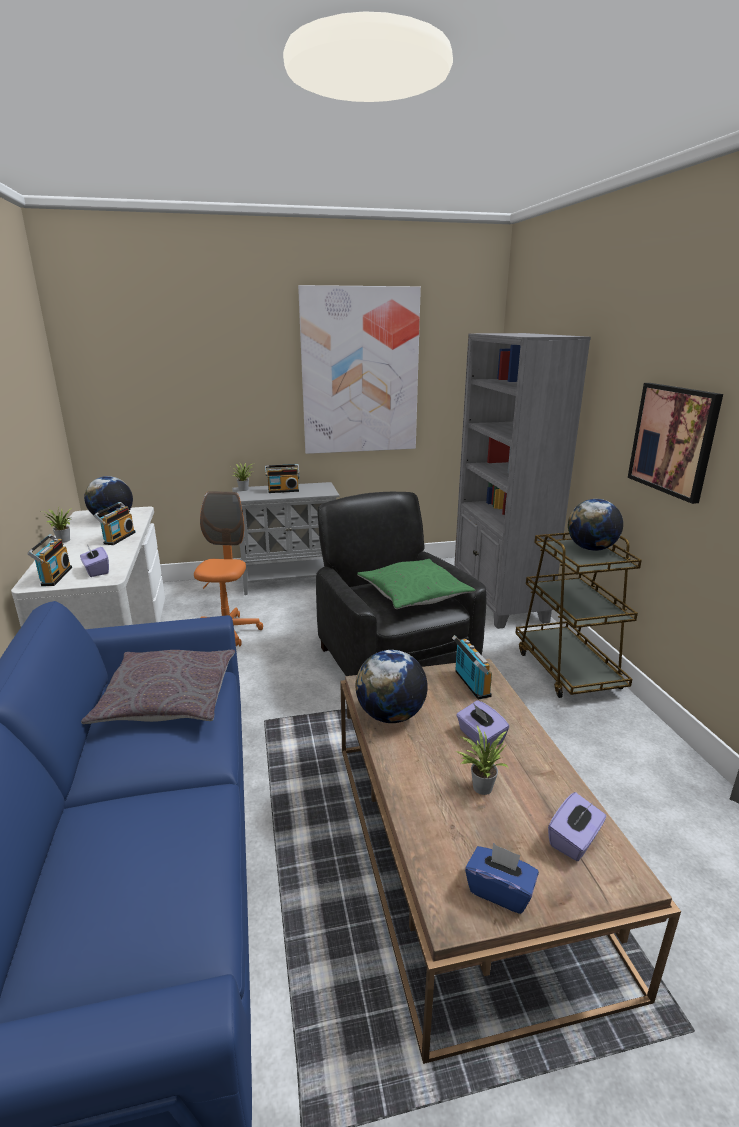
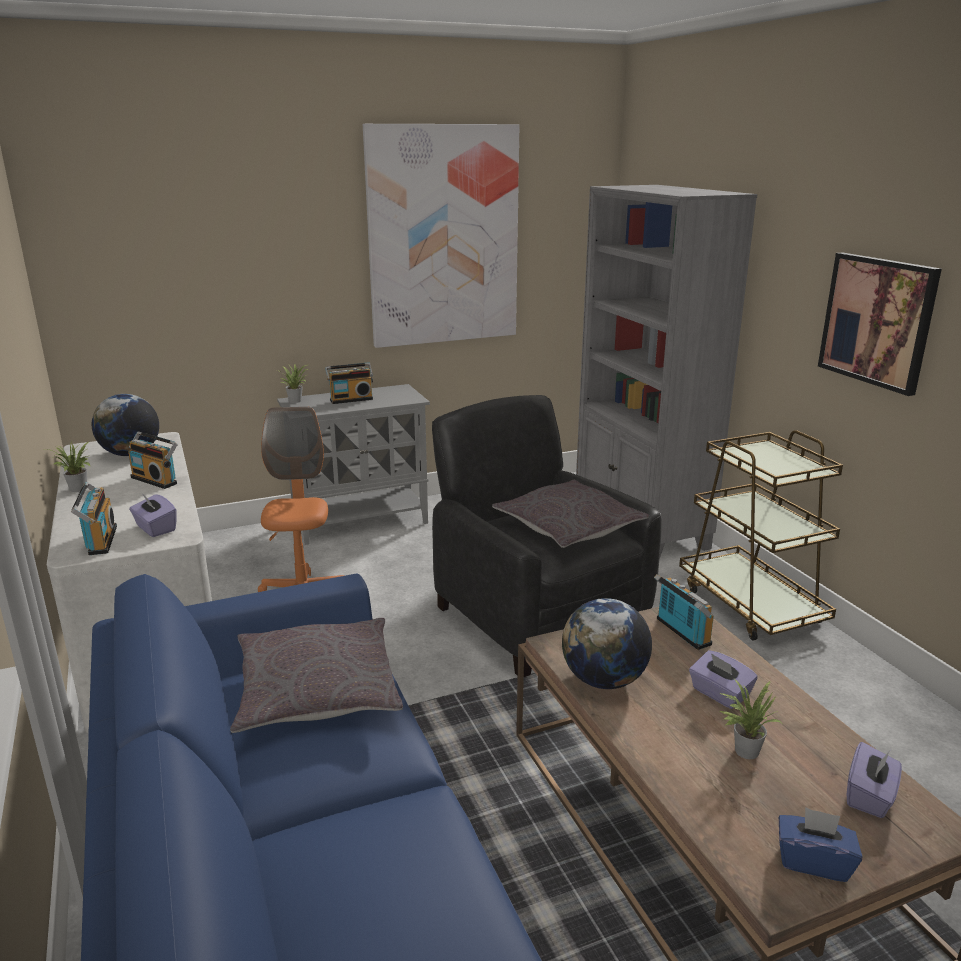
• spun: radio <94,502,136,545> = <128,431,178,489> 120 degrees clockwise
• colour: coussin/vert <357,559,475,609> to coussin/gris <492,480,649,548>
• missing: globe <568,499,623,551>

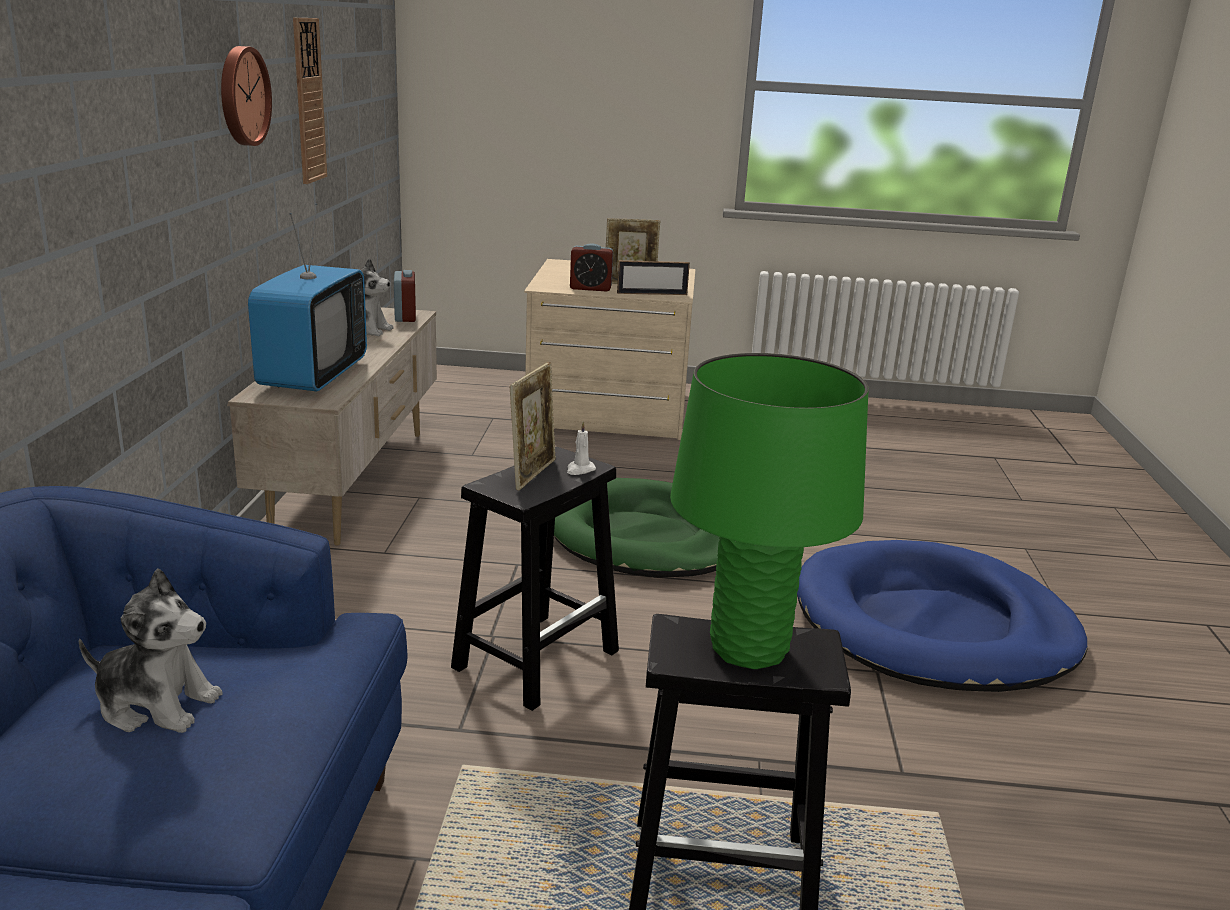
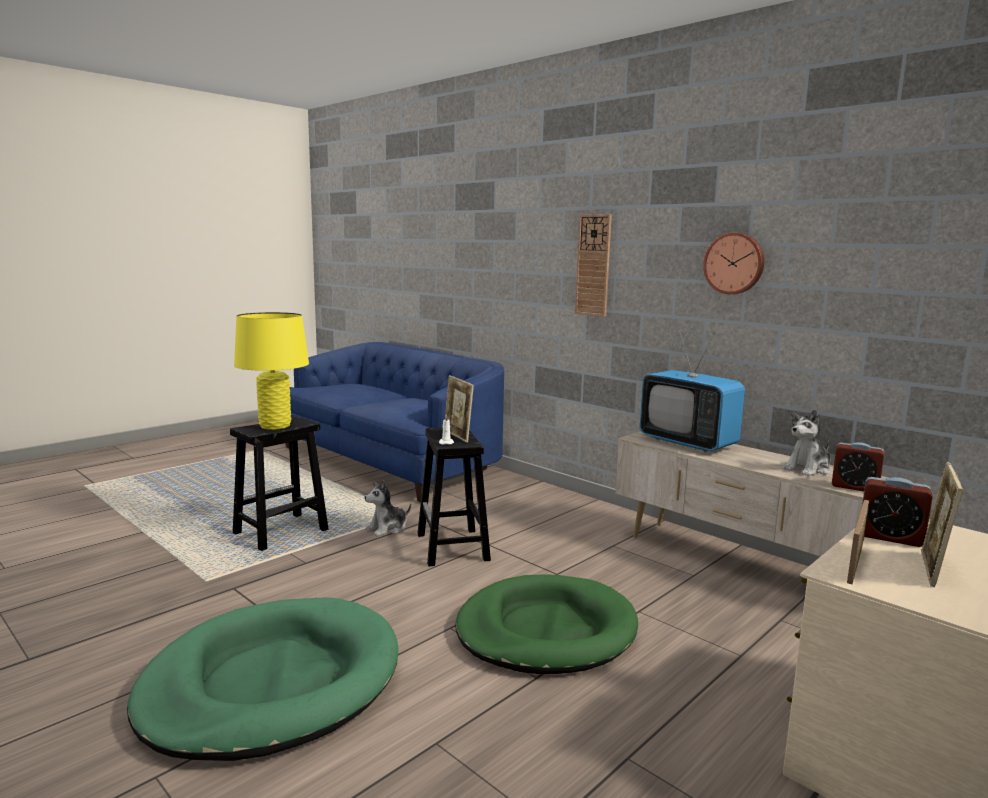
• colour: panier pour chien/bleu <797,540,1087,692> to panier pour chien/vert <127,597,399,761>
• colour: lampe de table/vert <670,353,869,669> to lampe de table/jaune <234,312,309,430>
• relocated: peluche <79,568,222,733> to <364,480,411,536>
• relocated: horloge murale <293,18,327,184> to <575,214,612,317>
• spun: réveil <570,243,613,292> = <862,477,933,547> 105 degrees counterclockwise

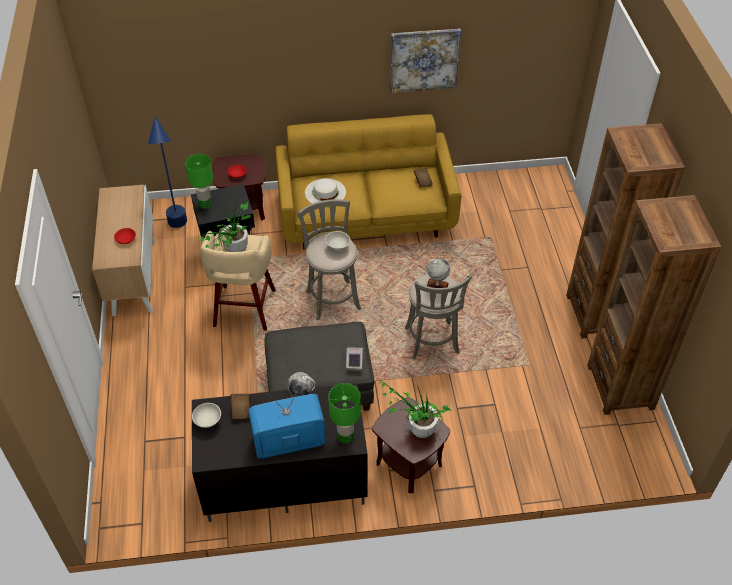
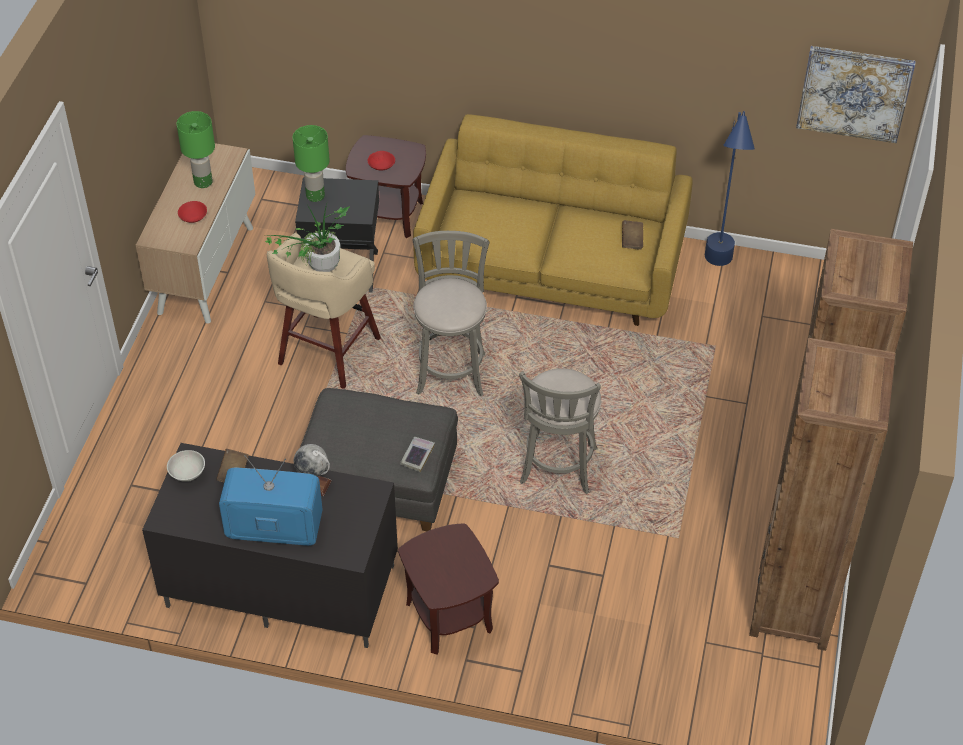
• relocated: lampe de table/vert <328,383,361,444> to <176,111,215,188>
• relocated: lampadaire/bleu <148,117,187,228> to <705,111,755,266>
• relocated: tableau <390,28,461,93> to <796,46,916,143>
• missing: chapeau/blanc <305,178,346,207>
• missing: bol/blanc <325,231,350,251>
• missing: plante en pot <379,379,451,438>
• missing: globe <426,258,450,288>

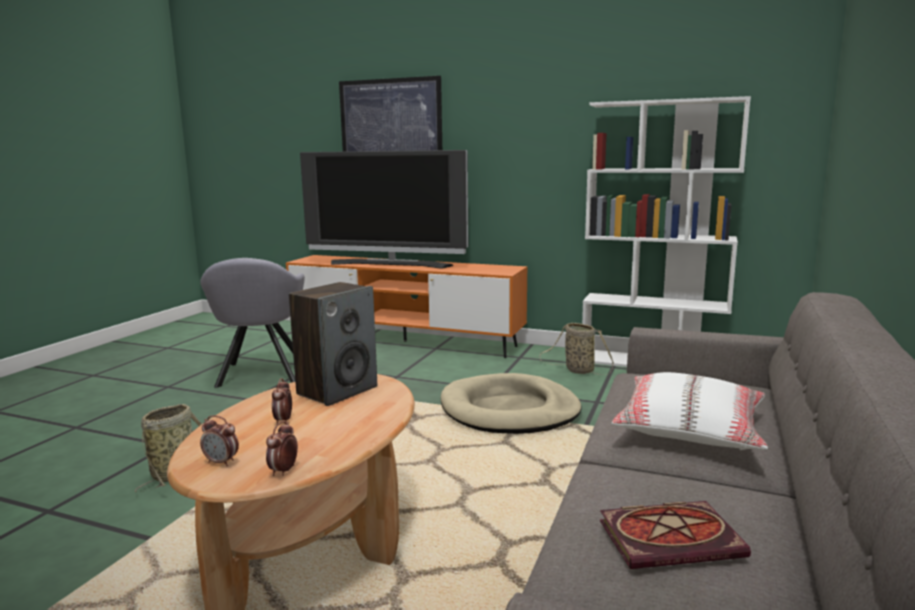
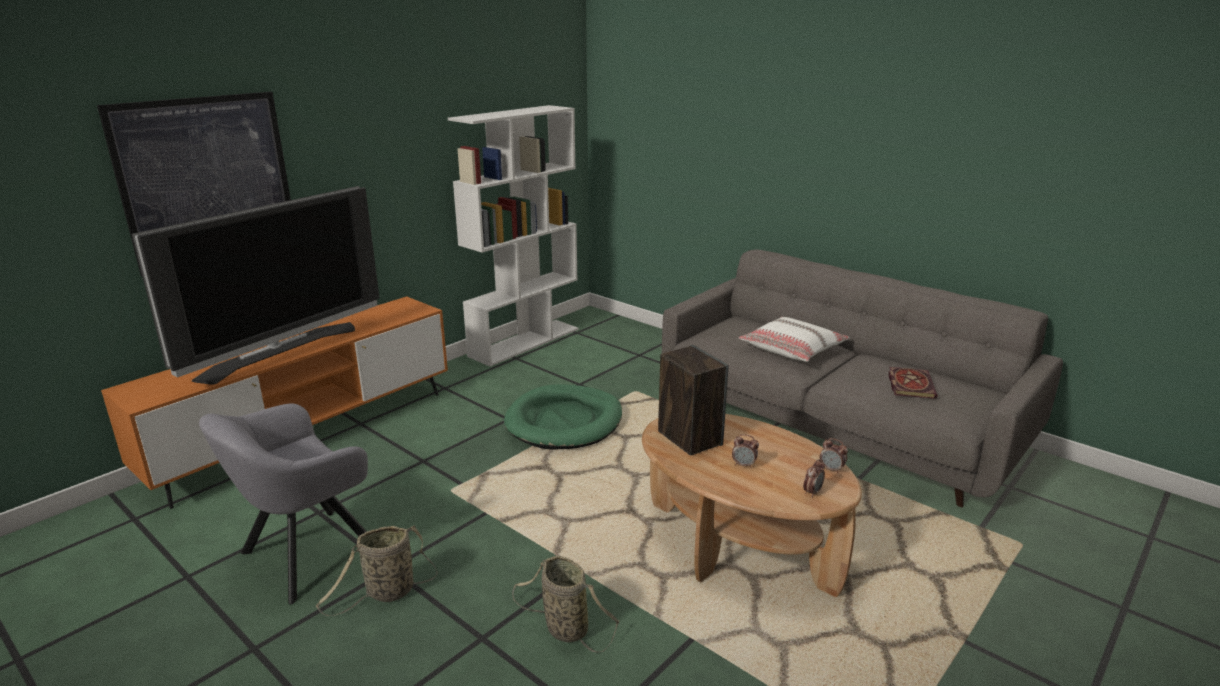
• spun: fauteuil/gris <200,258,305,388> = <199,403,368,605> 120 degrees clockwise
• relocated: panier <539,323,614,375> to <316,525,438,616>
• colour: panier pour chien/beige <441,373,581,434> to panier pour chien/vert <504,384,622,450>

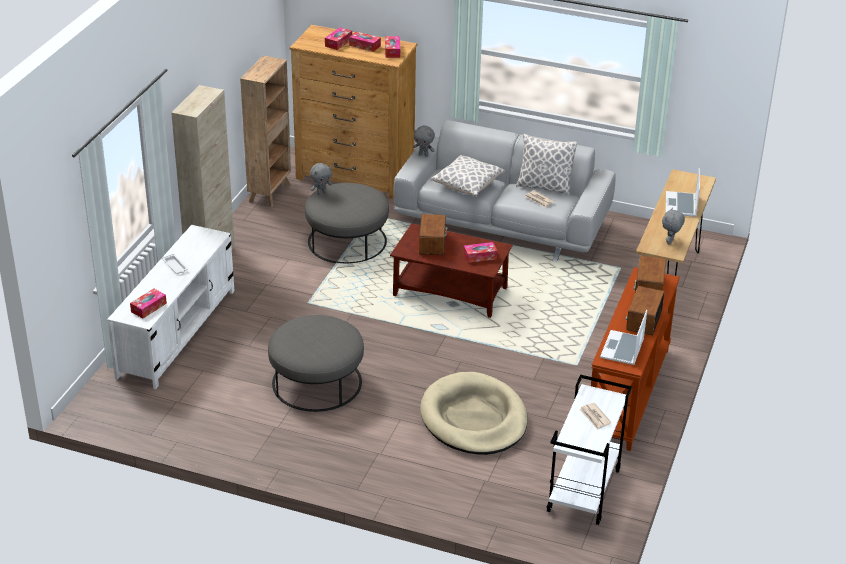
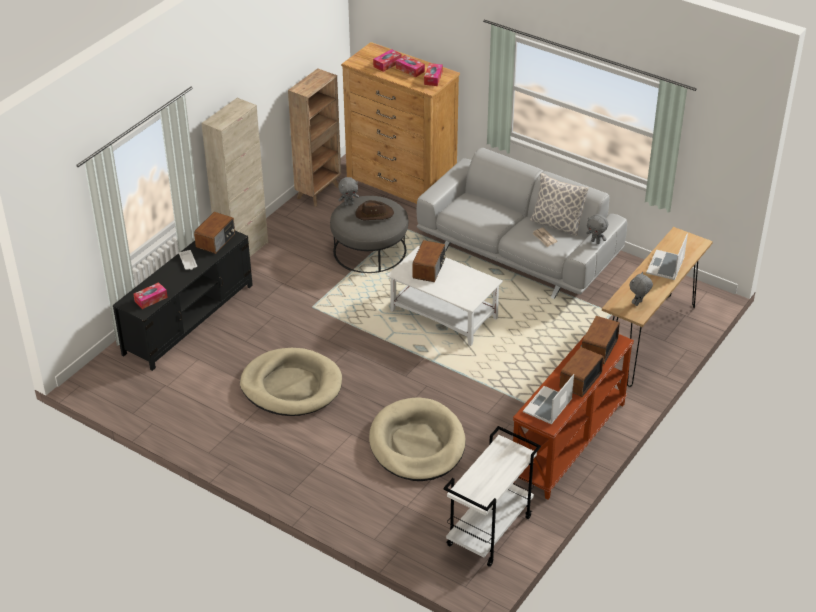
• colour: meuble télé/blanc <107,225,235,389> to meuble télé/noir <113,231,253,371>
• appeared: radio <194,212,235,254>
• exchanged: pouf/gris <268,315,364,412> to panier pour chien/beige <240,348,342,416>
• appeared: chapeau/marron <355,200,394,220>
• colour: table basse/marron <390,223,513,318> to table basse/blanc <387,246,503,346>
• relocated: peluche/gris <413,126,435,157> to <586,214,608,244>
• missing: coussin <431,155,505,197>
• missing: boîte à mouchoirs <464,242,497,263>
• missing: journal <579,403,611,430>

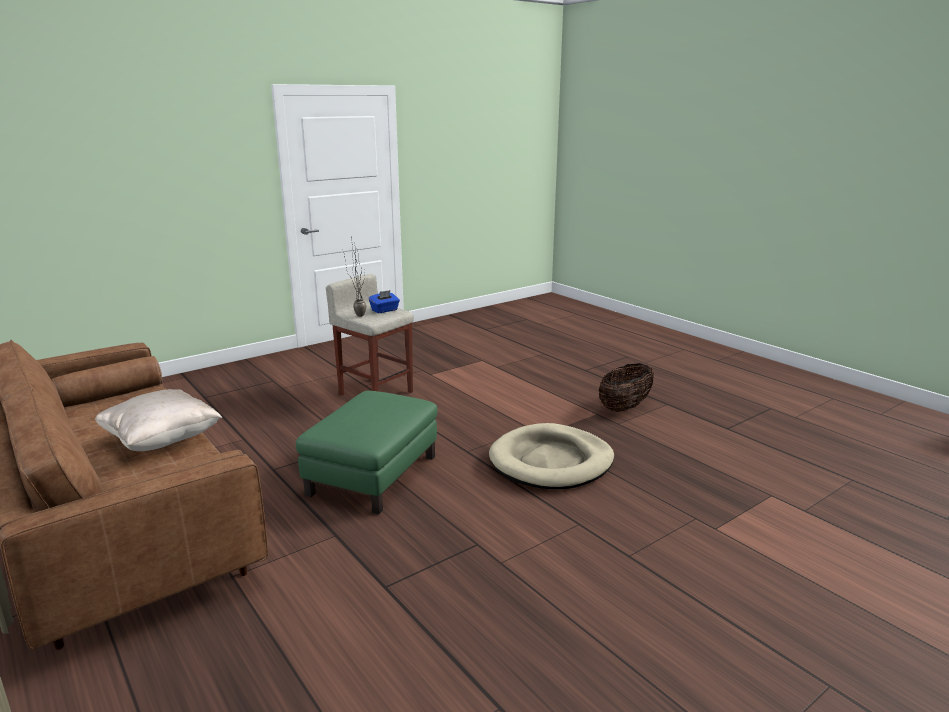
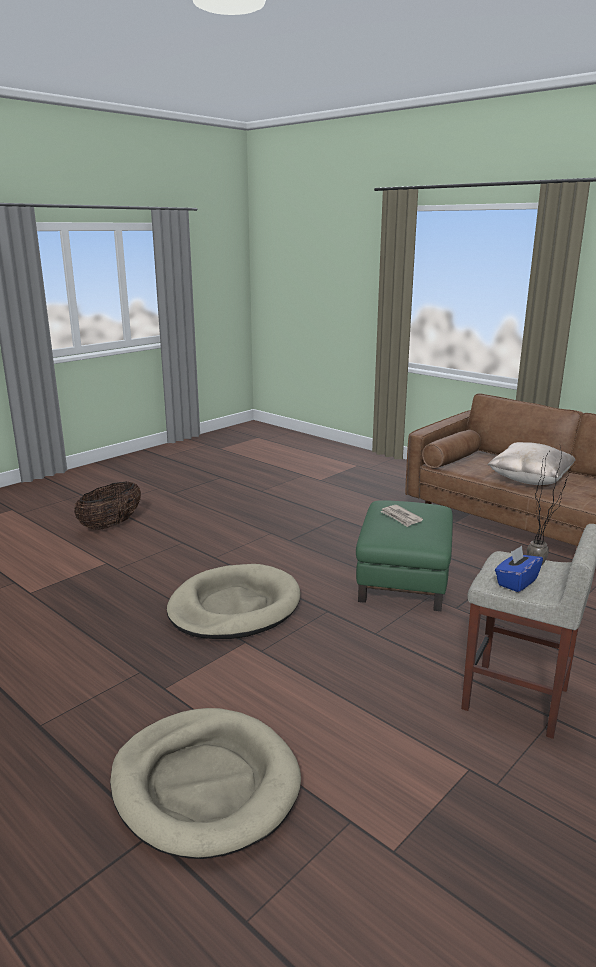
• relocated: panier <599,363,654,412> to <74,482,141,530>
• appeared: panier pour chien/beige <110,708,301,859>
• appeared: journal <380,505,423,527>

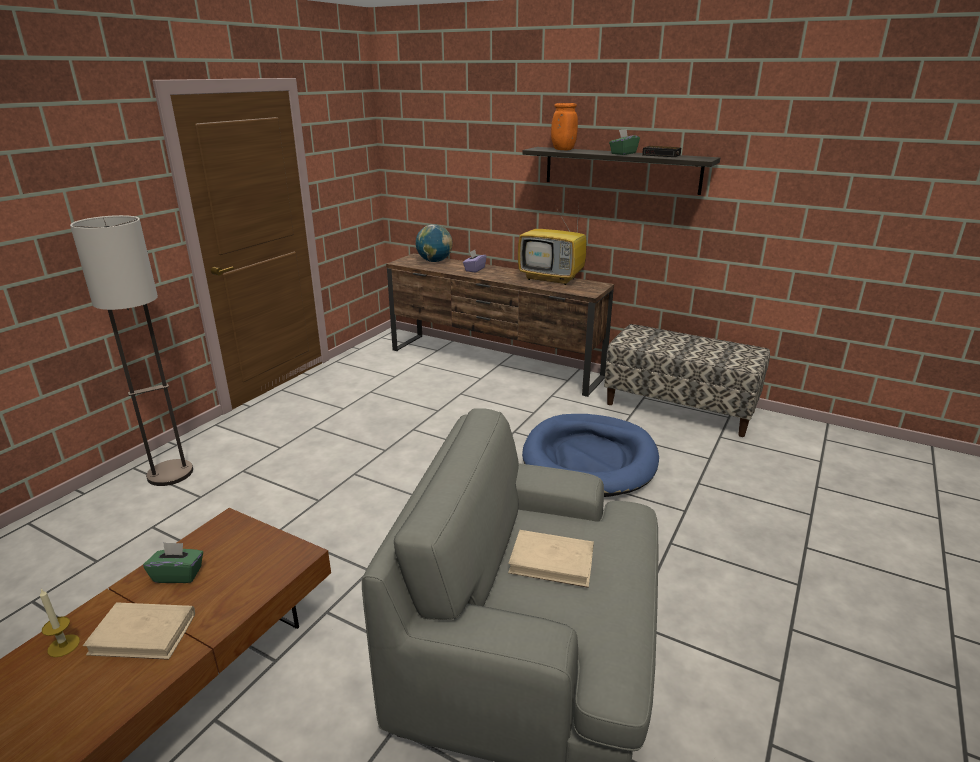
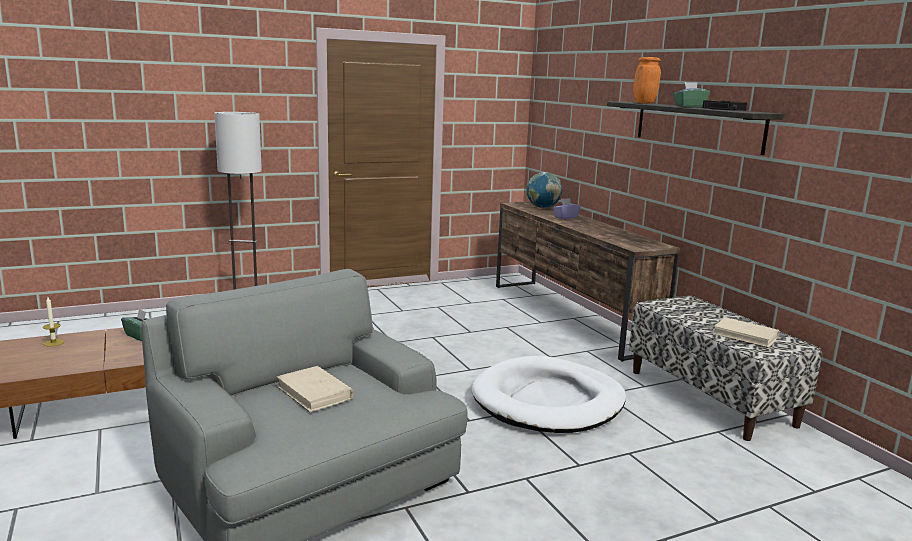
• colour: panier pour chien/bleu <522,414,659,497> to panier pour chien/blanc <471,356,626,433>
• relocated: livre/beige <83,602,195,660> to <713,317,779,348>
• missing: téléviseur <518,204,587,285>

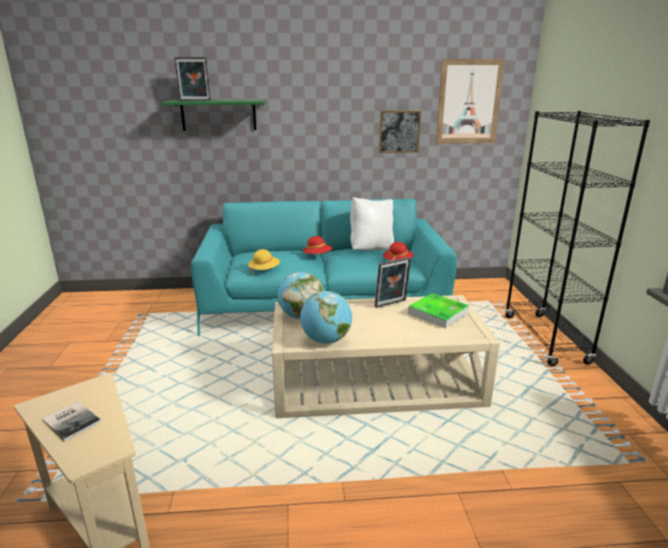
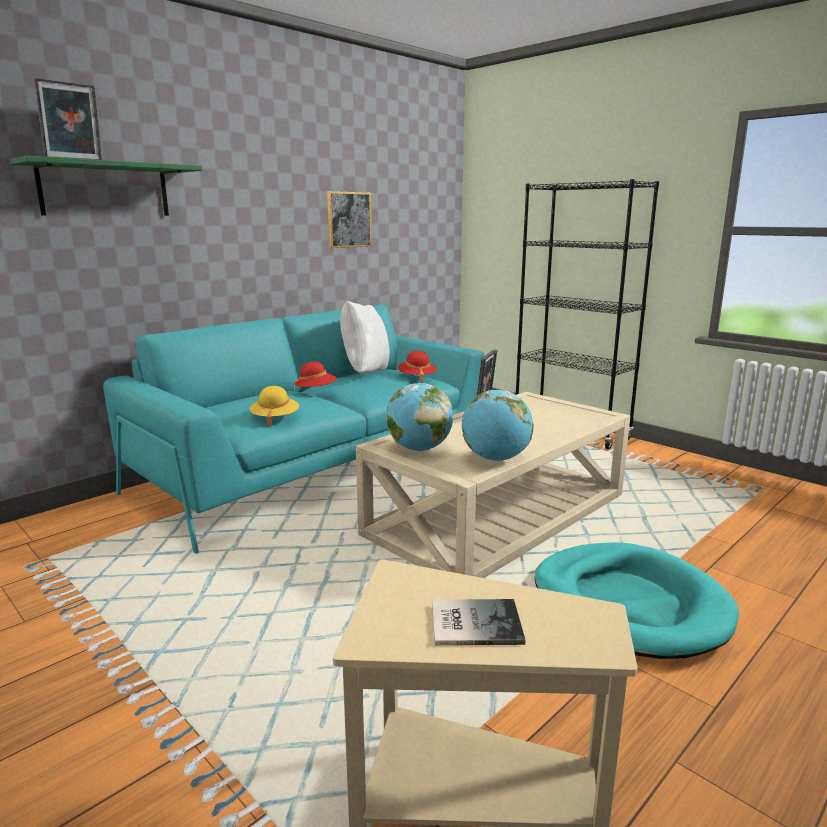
• appeared: panier pour chien/turquoise <535,542,739,659>
• missing: plateau <408,293,470,328>
• missing: tableau <436,59,505,144>

